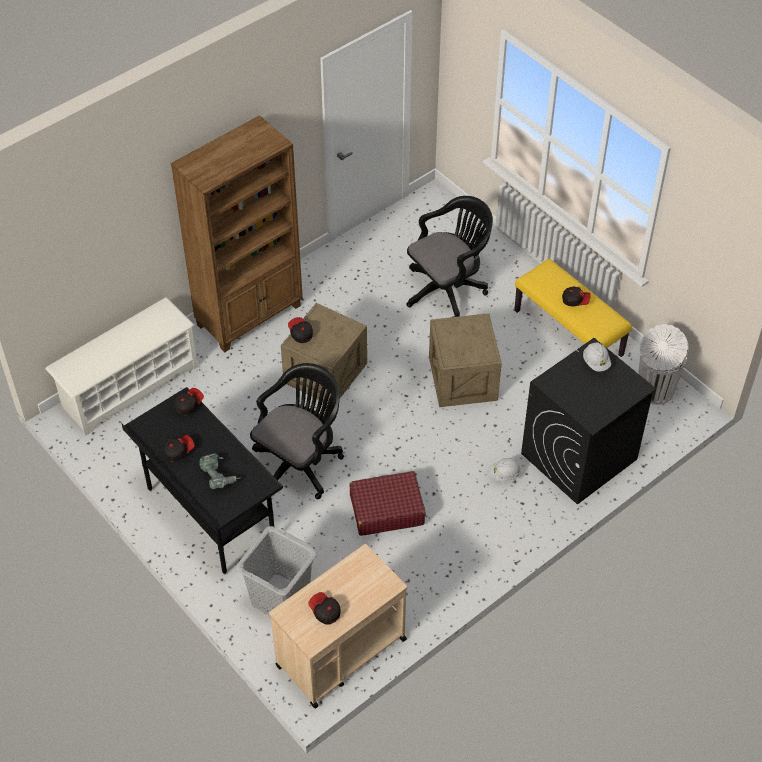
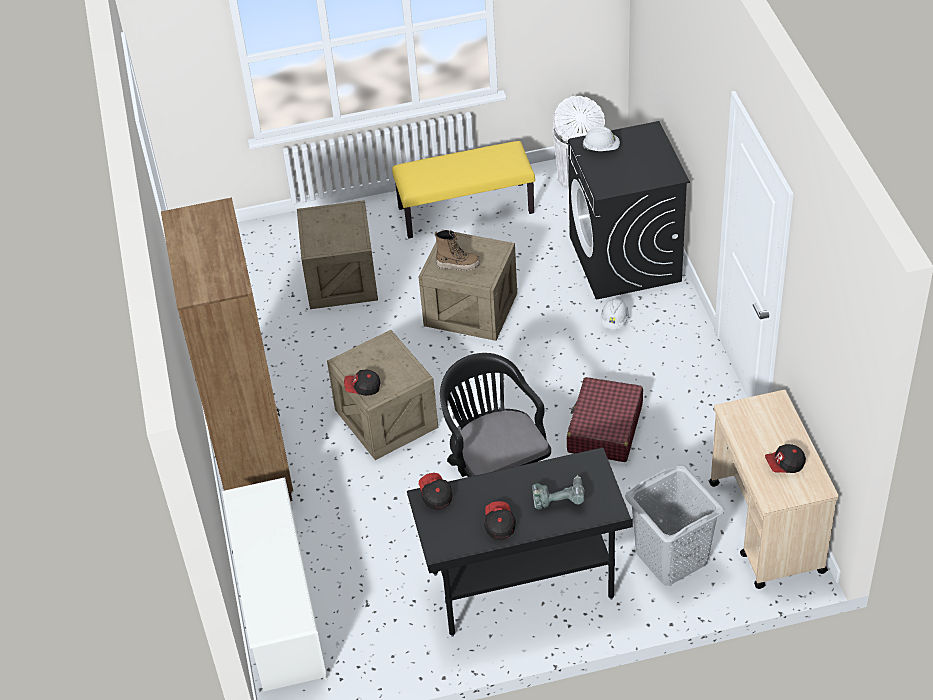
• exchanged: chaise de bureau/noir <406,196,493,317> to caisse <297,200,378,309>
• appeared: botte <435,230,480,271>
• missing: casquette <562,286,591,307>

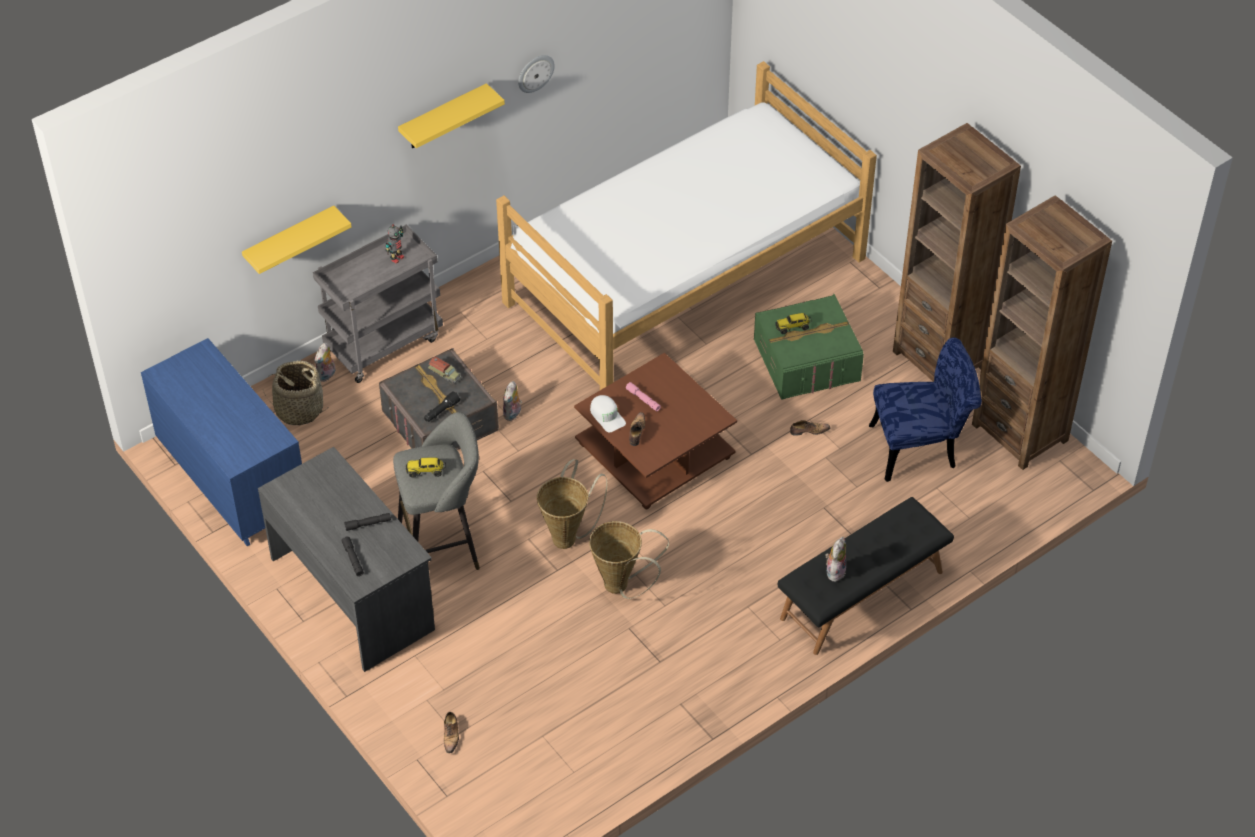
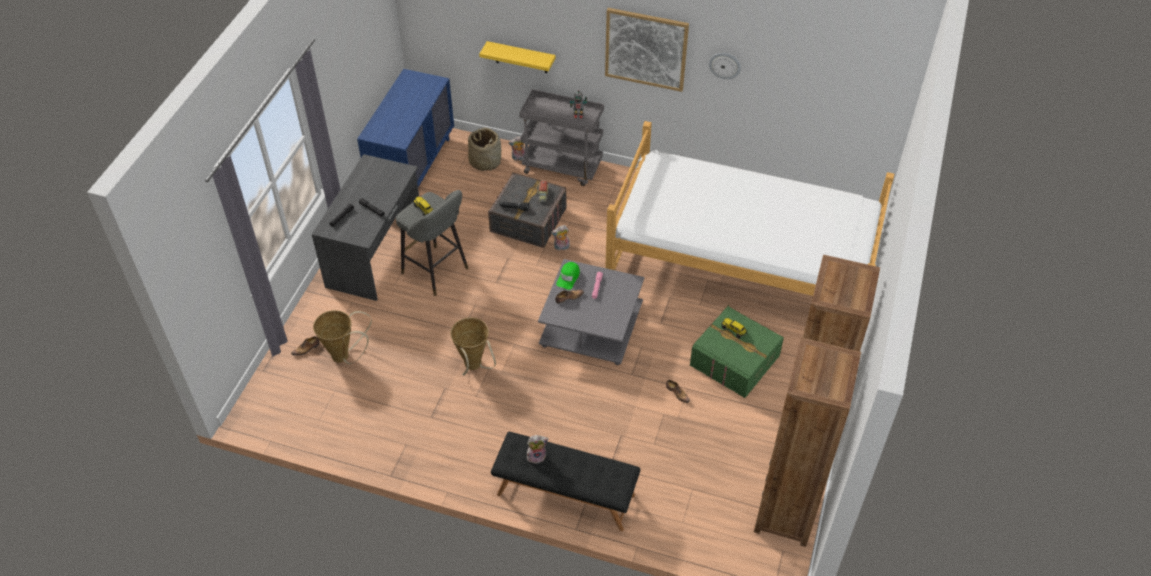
• relocated: panier <537,459,607,549> to <313,310,372,364>
• colour: table basse/marron <574,353,737,509> to table basse/gris <538,259,644,365>
• colour: casquette/blanc <590,395,626,433> to casquette/vert <556,262,580,290>
• exchanged: étagère/jaune <398,83,505,149> to tableau <605,8,689,92>
• missing: chaise/bleu <869,337,982,482>

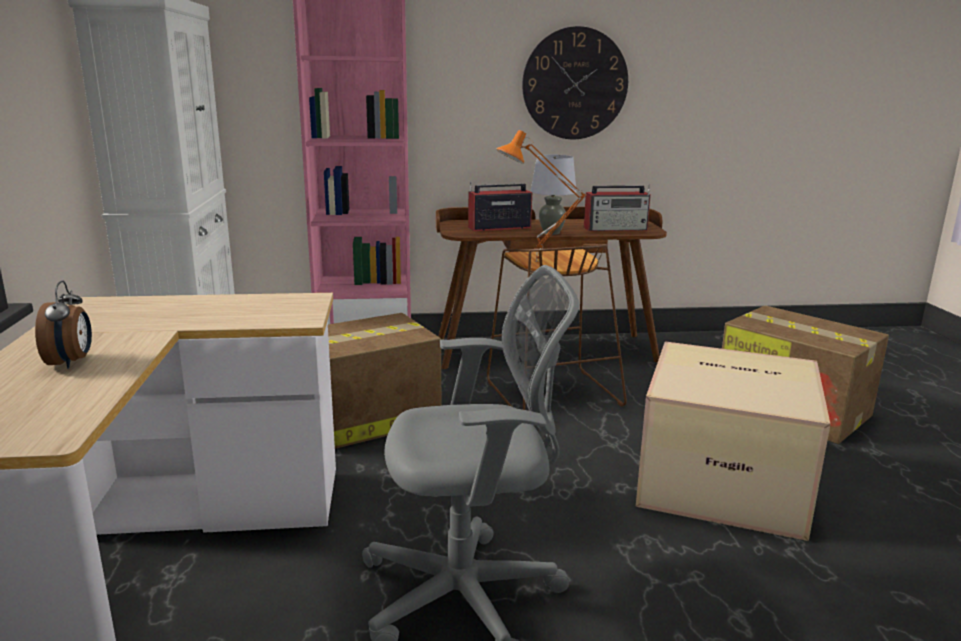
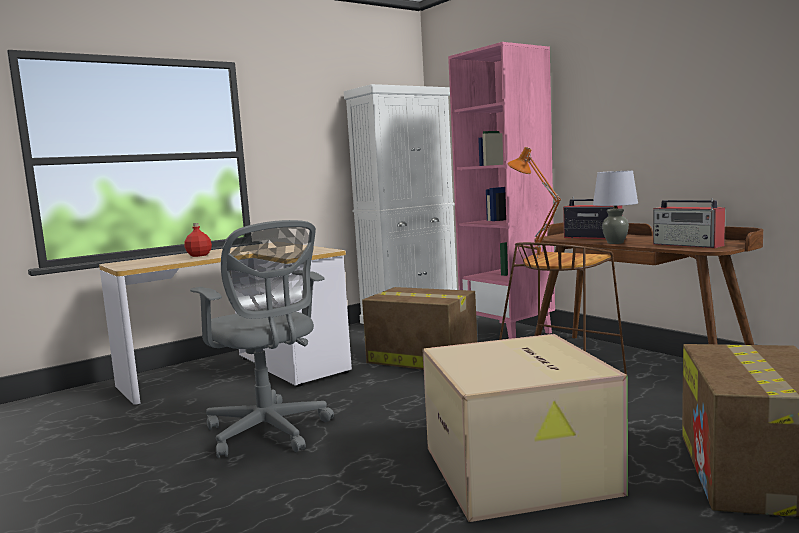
• exchanged: réveil <35,281,92,369> to bouteille/rouge <185,223,212,257>
• missing: horloge murale <522,26,628,139>

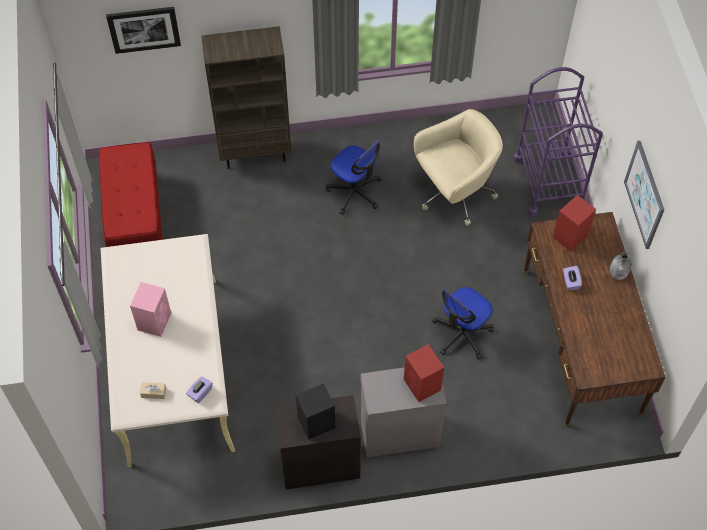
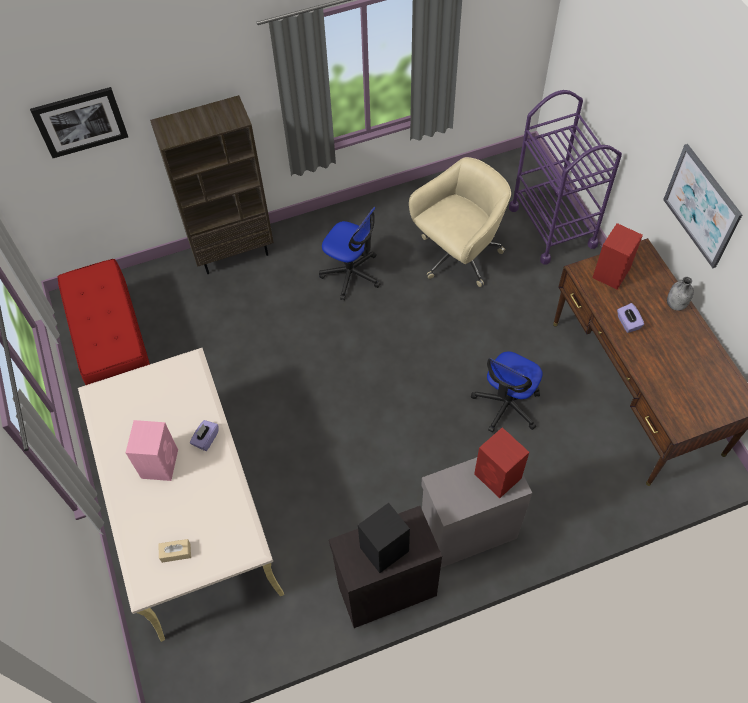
• relocated: boîte à mouchoirs/violet <186,377,213,403> to <190,420,219,451>

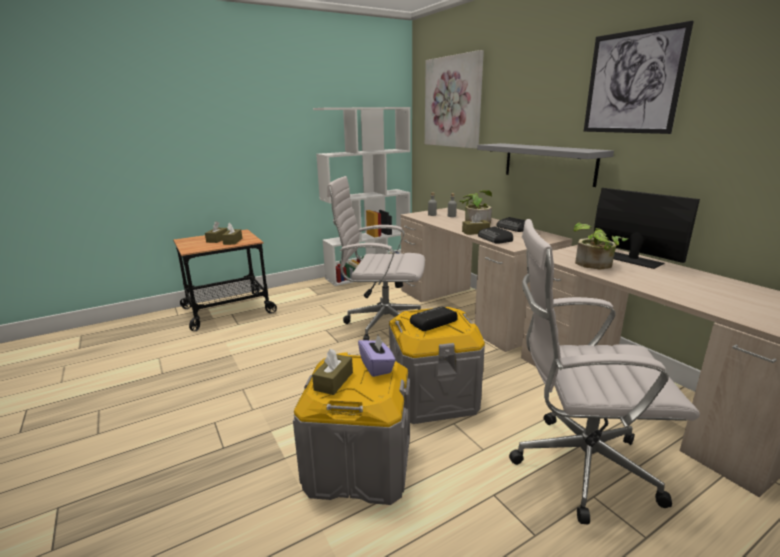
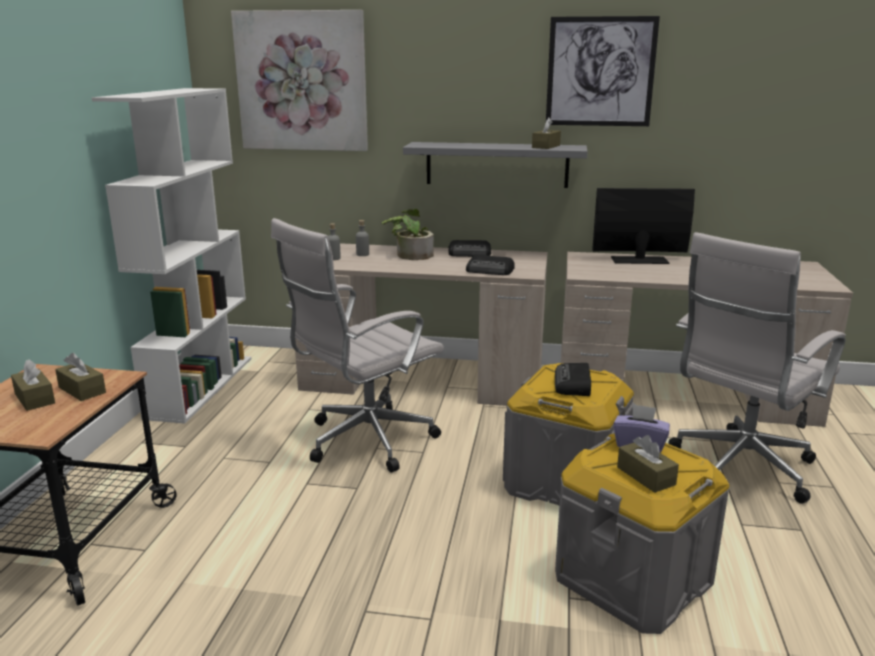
• relocated: boîte à mouchoirs/marron <462,212,490,235> to <532,117,561,149>
• missing: plante en pot <573,223,628,270>

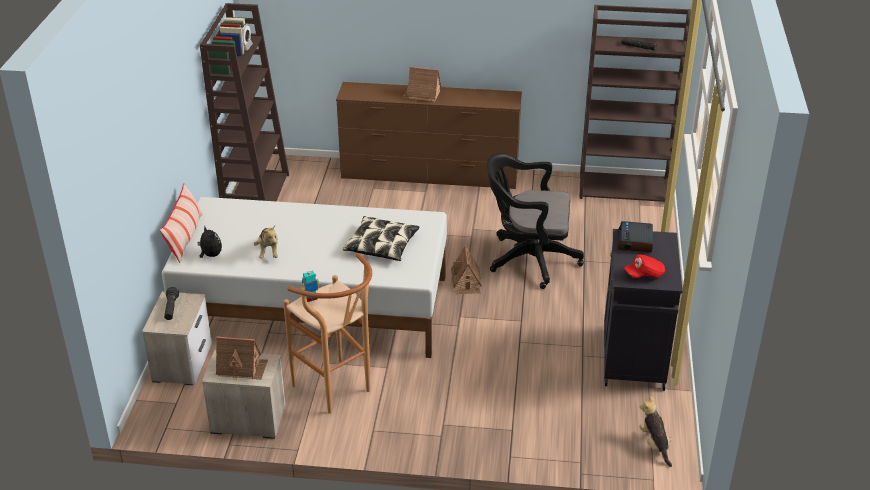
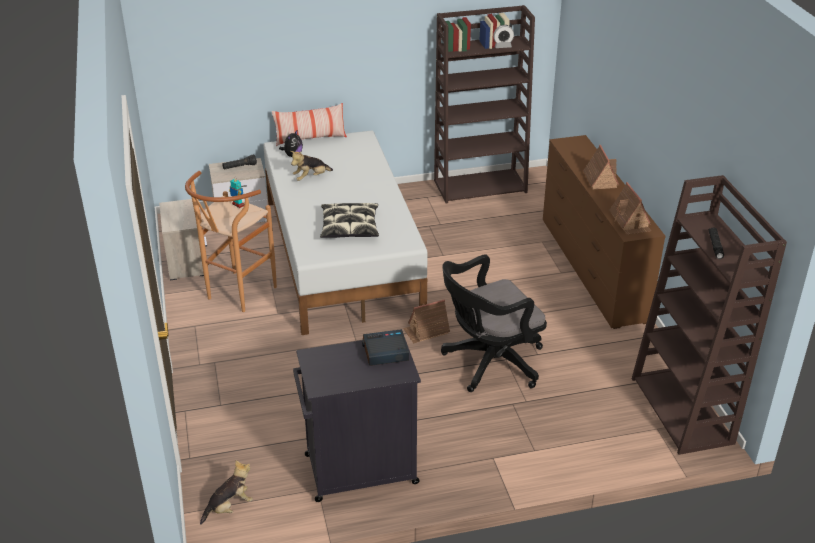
• spun: chaise de bureau/noir <487,153,584,289> = <441,254,547,392> 105 degrees counterclockwise
• relocated: maison miniature <216,336,268,380> to <609,182,651,234>
• missing: casquette/rouge <624,255,665,278>

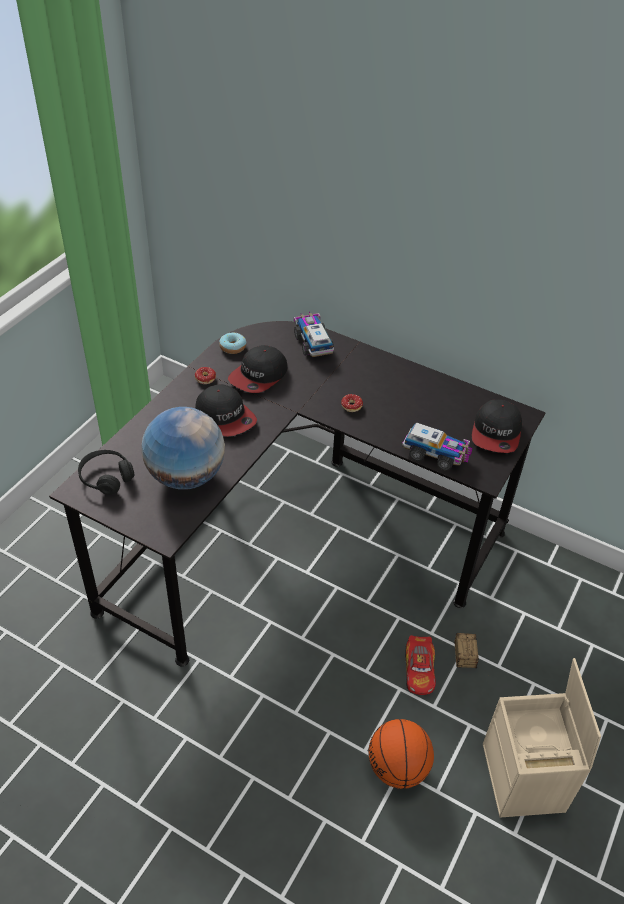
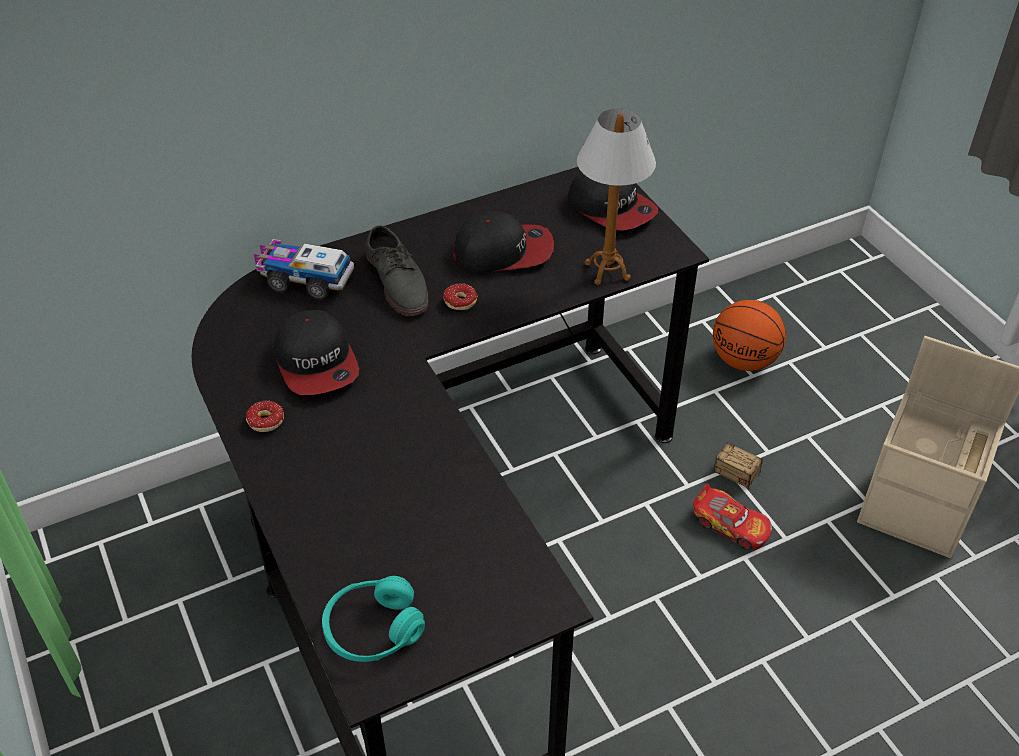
• colour: casque audio/noir <78,450,134,495> to casque audio/turquoise <322,576,425,662>
• appeared: chaussure/gris <365,225,428,316>
• relocated: casquette <195,384,257,437> to <453,211,554,272>
• exchanged: camion jouet <402,423,472,471> to lampe de table <577,108,656,285>
• relocated: ballon de basket <368,719,434,789> to <713,300,786,371>
• missing: globe <141,407,225,490>
• missing: beignet <219,332,246,354>

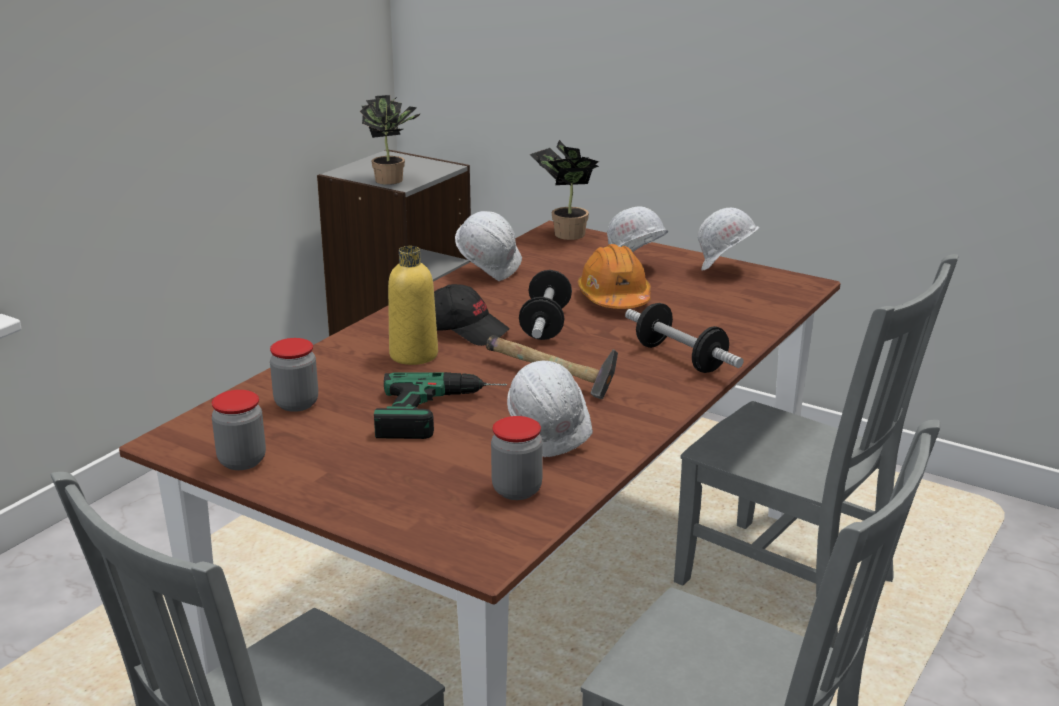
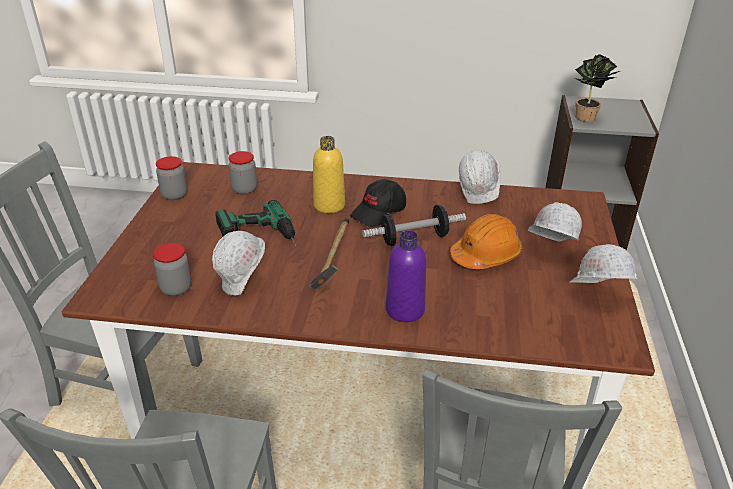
• spun: casquette/noir <434,284,510,346> = <350,179,406,227> 45 degrees clockwise
• exchanged: haltère <625,303,743,373> to bouteille/violet <386,230,426,322>
• missing: plante en pot <530,140,599,240>

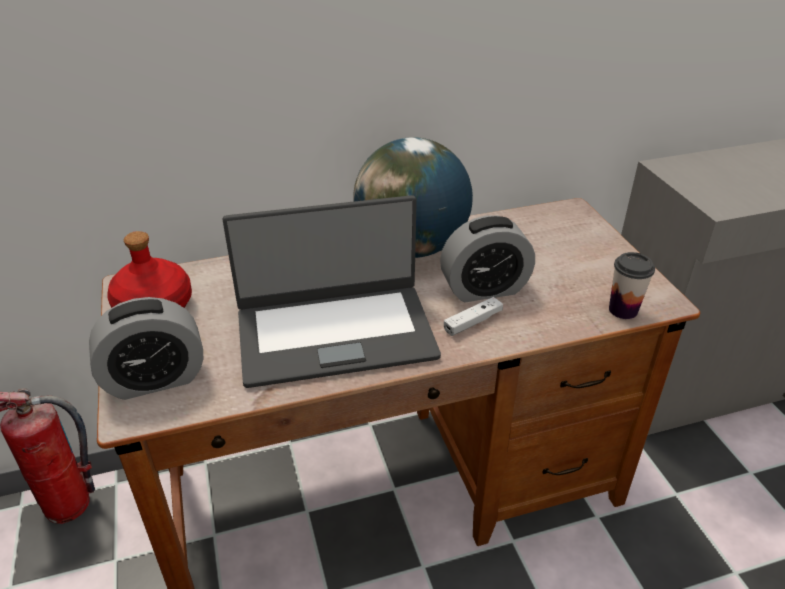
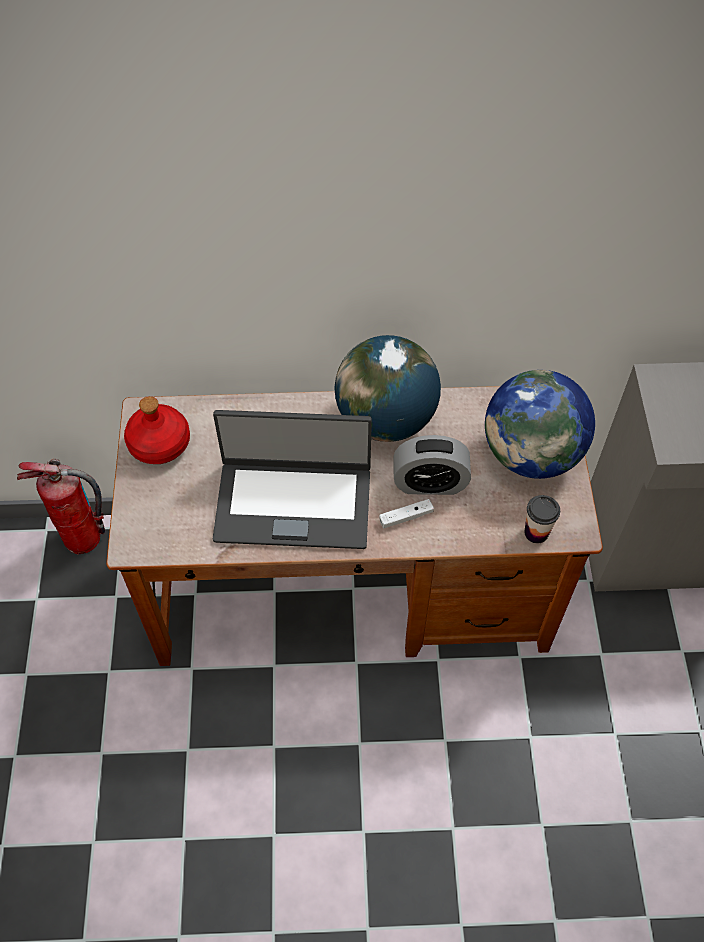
• appeared: globe <485,370,595,479>
• missing: réveil <89,297,204,400>

